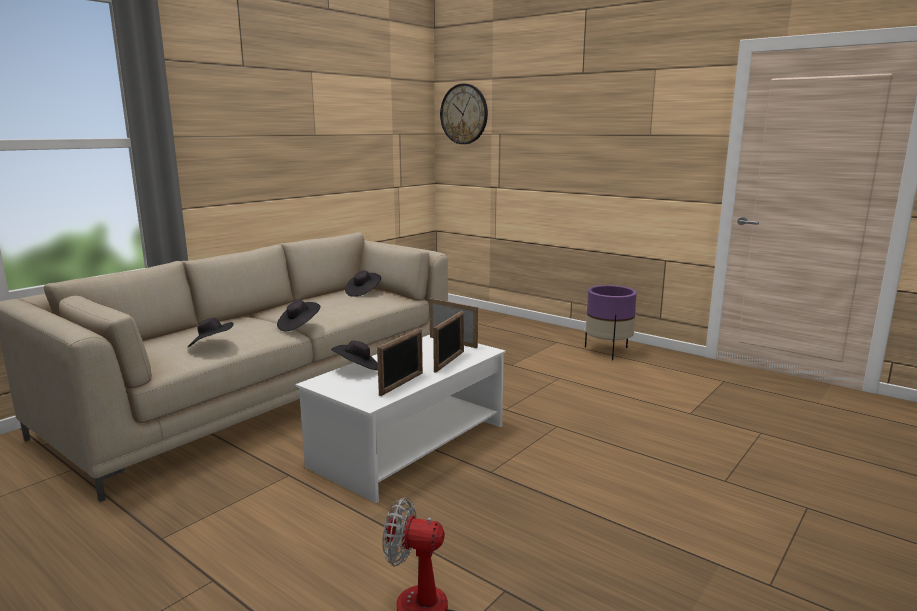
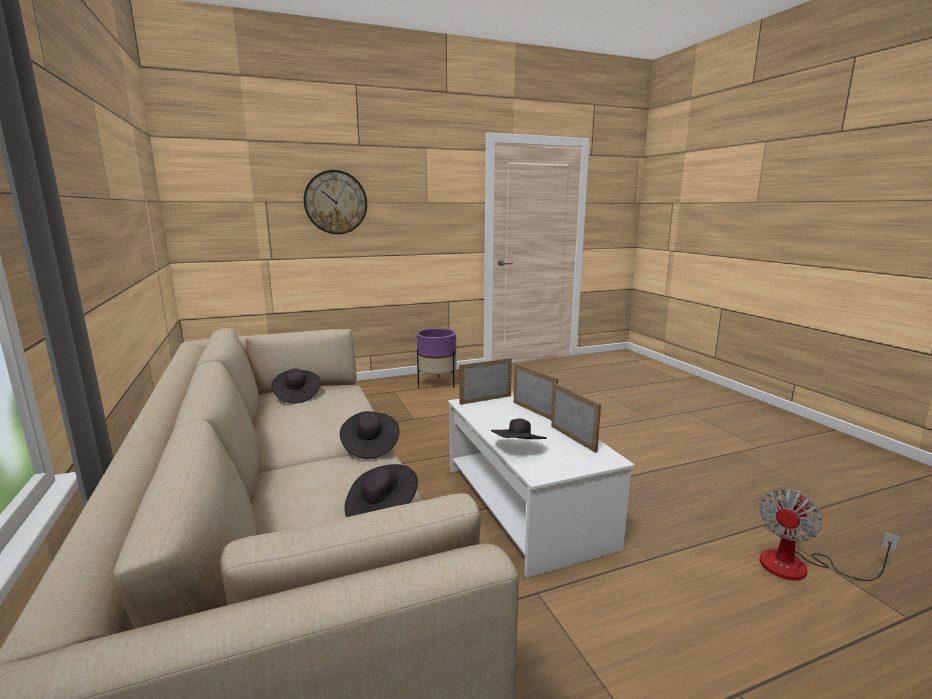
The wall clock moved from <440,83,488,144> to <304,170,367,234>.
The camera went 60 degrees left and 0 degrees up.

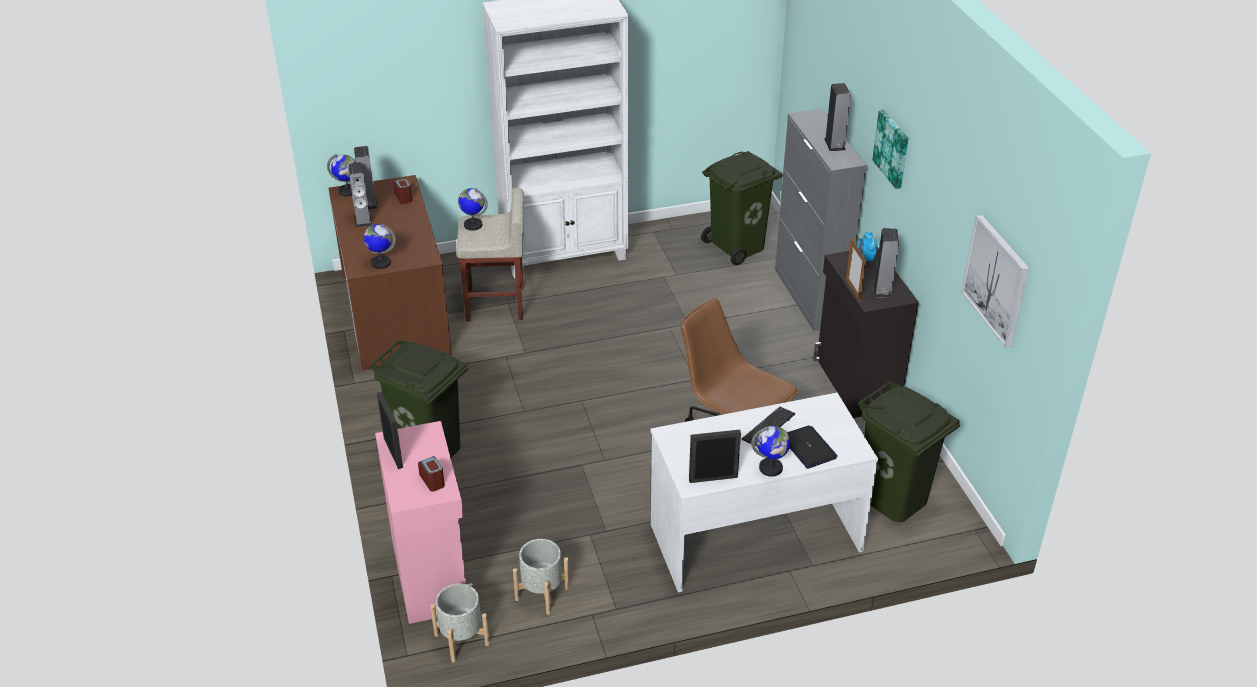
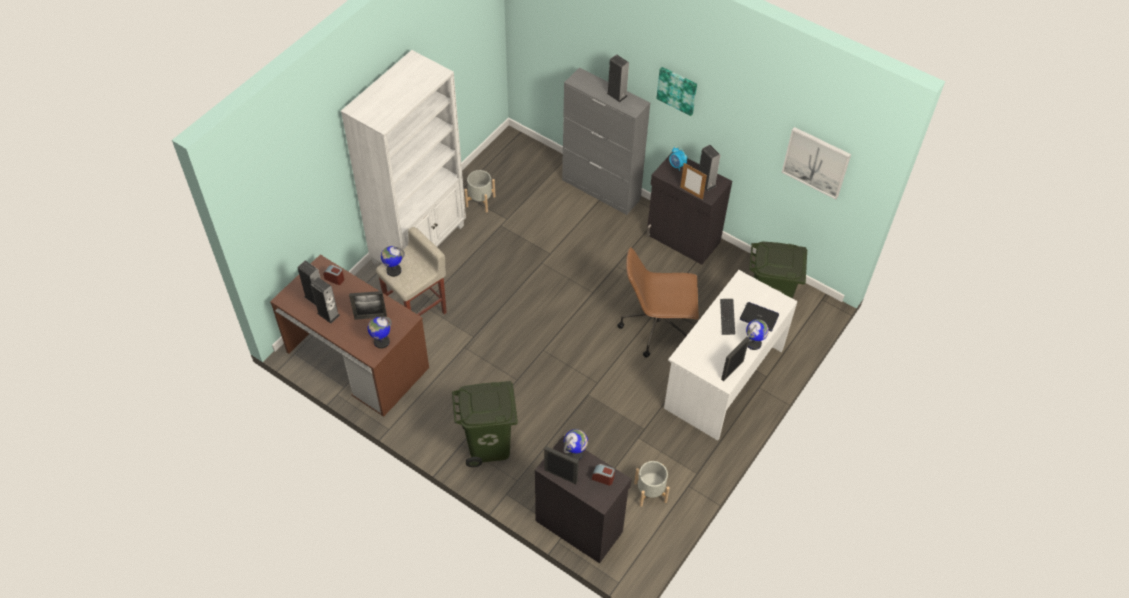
The rubbish bin (greenish) at <701,151,783,265> disappeared.
The photo frame at <349,291,387,320> appeared.
The desk globe moved from <327,154,356,196> to <564,429,588,460>.
The flower pot (greyish) moved from <430,584,490,662> to <465,170,496,213>.
The cupboard (pink) at <375,421,473,624> became the cupboard (black) at <535,436,631,564>.
The camera went 40 degrees left and 15 degrees up.

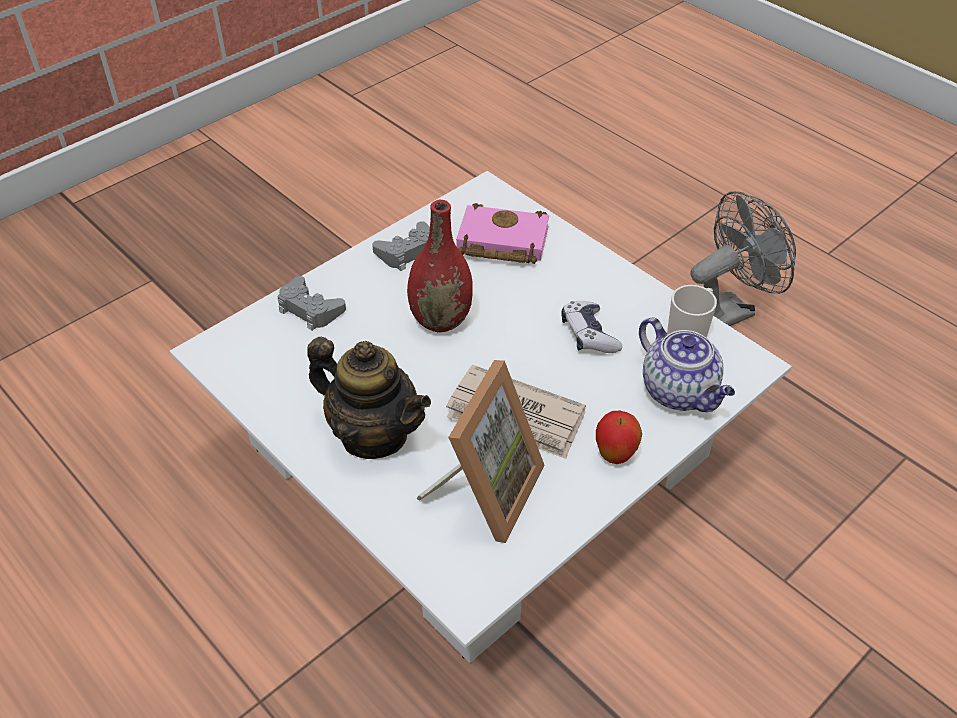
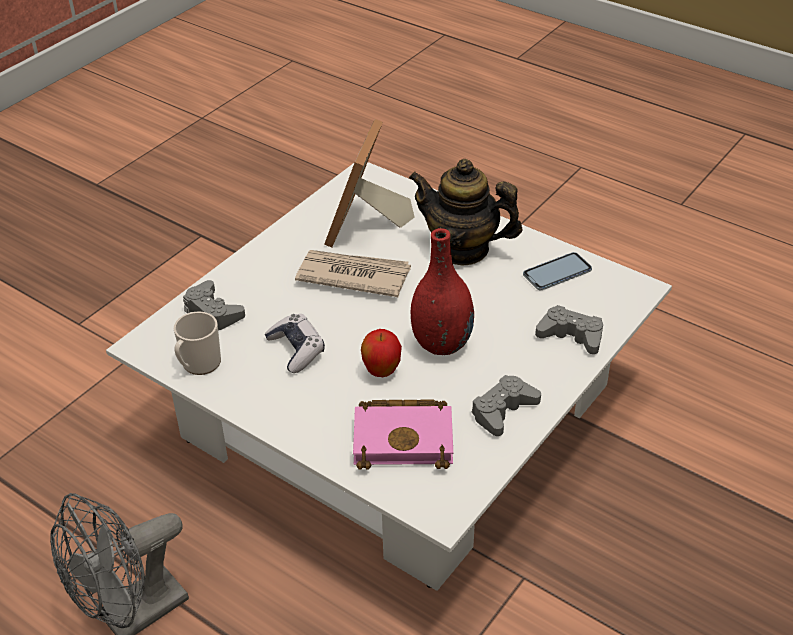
The phone at <523,252,592,290> appeared.
The apple moved from <596,411,642,464> to <361,329,402,377>.
The tea pot at <639,317,735,412> was replaced by the joypad (greyish) at <183,280,245,330>.
The camera went 170 degrees right and 5 degrees down.

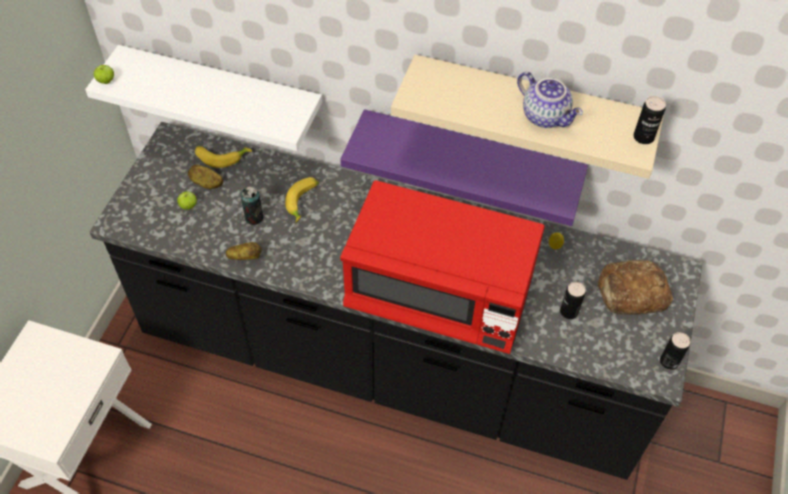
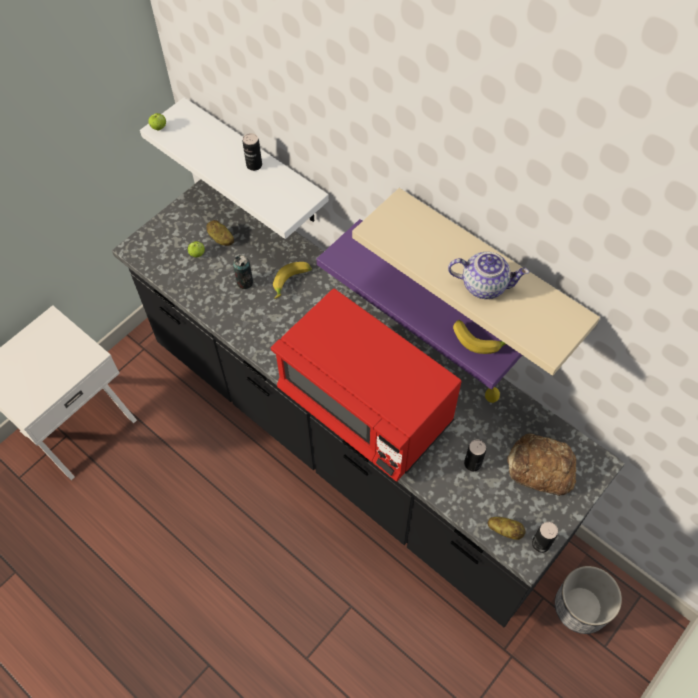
The flower pot at <555,566,622,634> appeared.
The whole banana moved from <195,146,252,168> to <453,320,506,354>.
The spud moved from <226,242,262,260> to <487,517,526,540>.
The metal can moved from <633,96,666,144> to <243,133,262,171>.
The tea pot at <517,72,583,128> turned 60 degrees counterclockwise.
The camera went 25 degrees right and 5 degrees up.

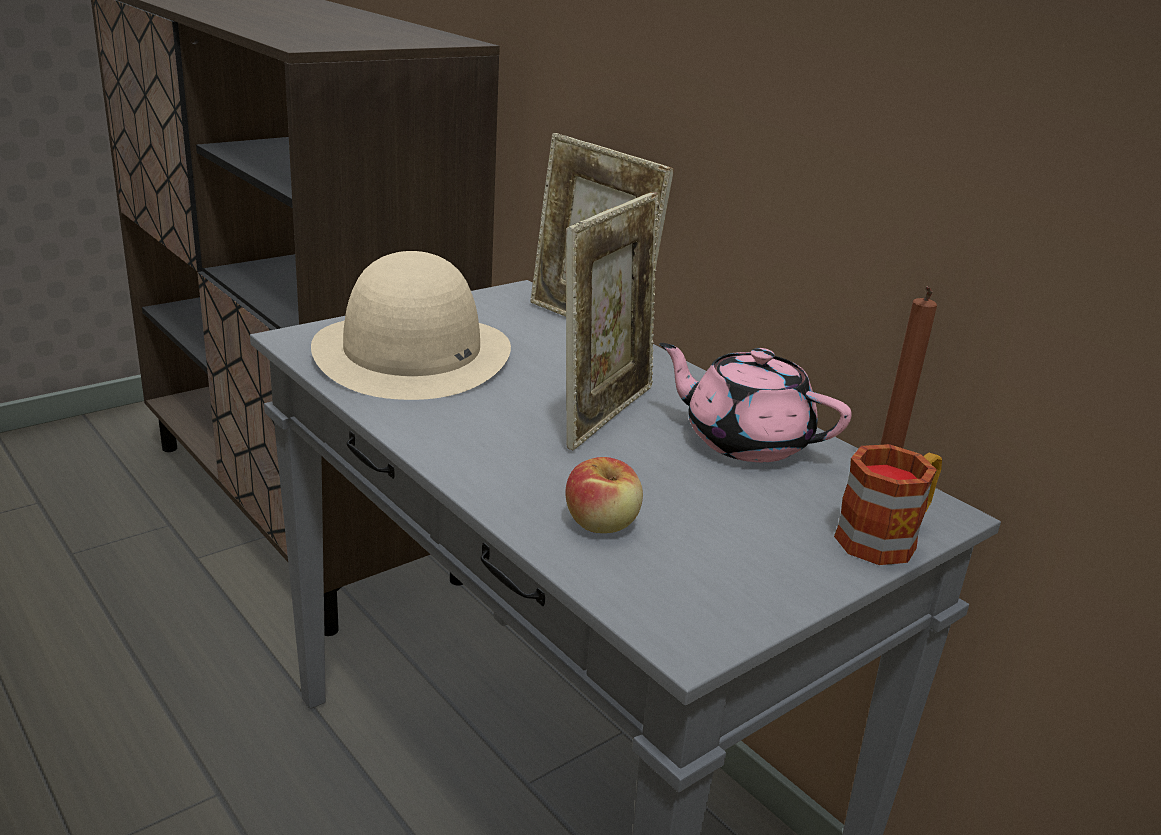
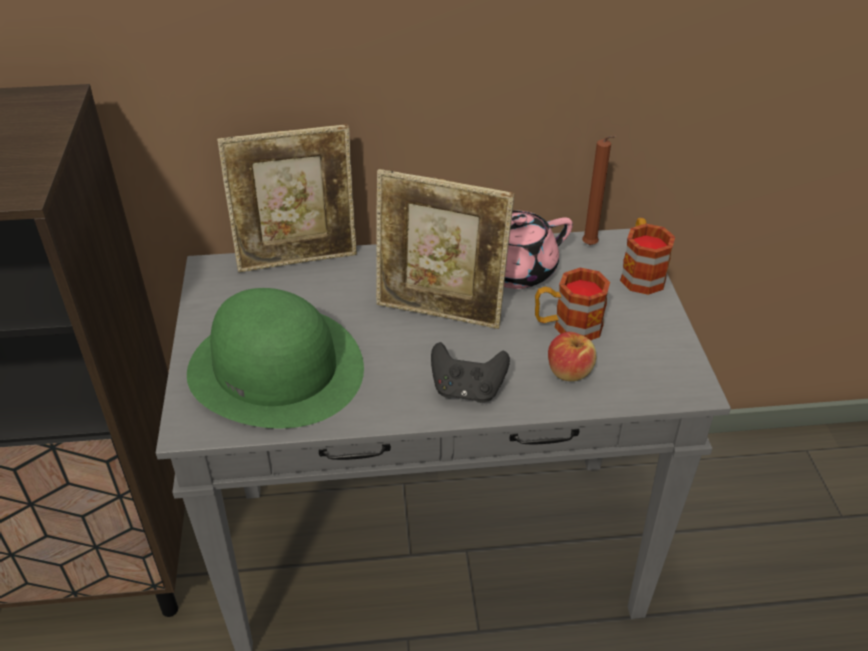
The joypad (black) at <431,342,510,403> appeared.
The tea mug at <535,268,610,340> appeared.
The wearable hat (beige-coloured) at <311,251,511,400> became the wearable hat (greenish) at <187,288,364,428>.
The photo frame at <566,192,659,450> turned 135 degrees clockwise.
The camera went 55 degrees left and 15 degrees up.

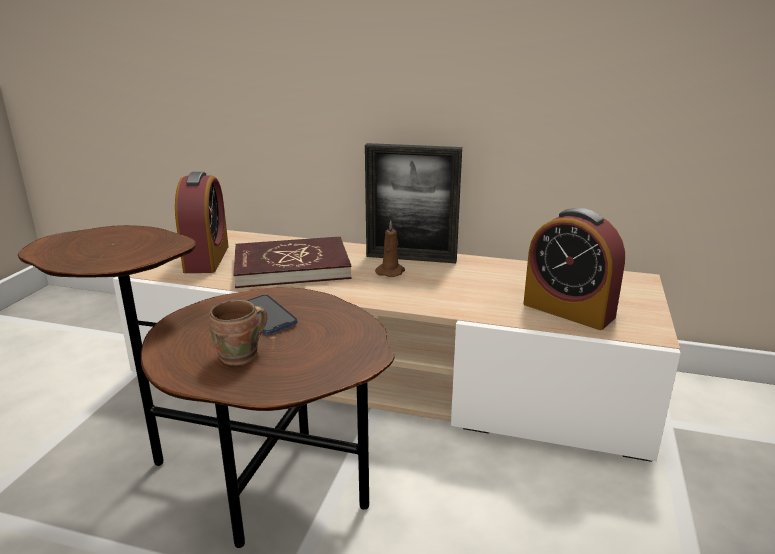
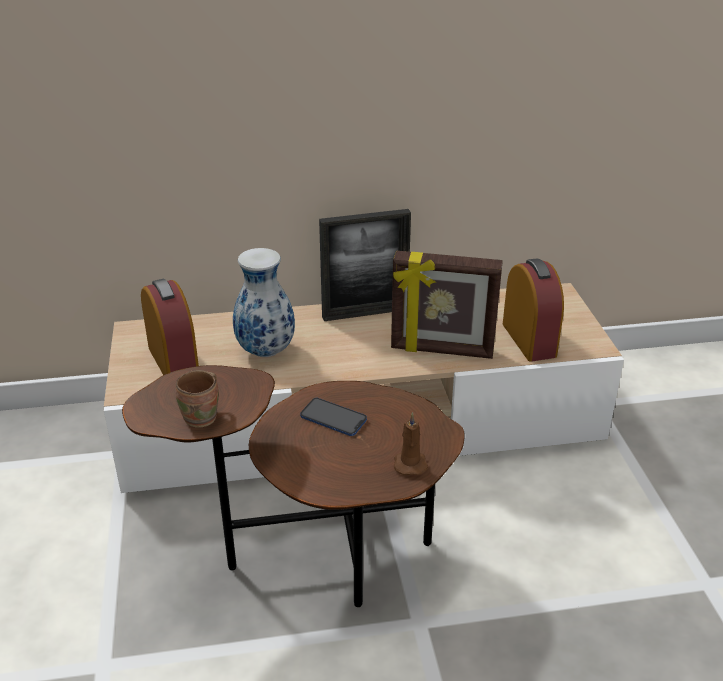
The photo frame at <391,251,503,359> appeared.
The tea mug (brown-coloured) moved from <209,300,267,366> to <175,370,219,428>.
The candle (brown-coloured) moved from <375,220,405,277> to <394,412,428,475>.
The book (red) at <234,237,352,288> was replaced by the flower vase at <233,248,295,357>.
The bedside clock at <524,208,625,330> turned 120 degrees counterclockwise.
The camera went 25 degrees left and 10 degrees up.

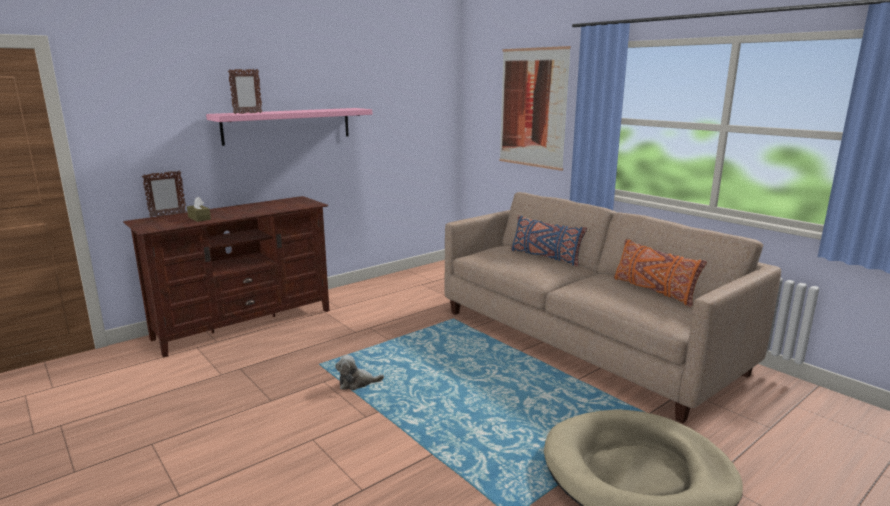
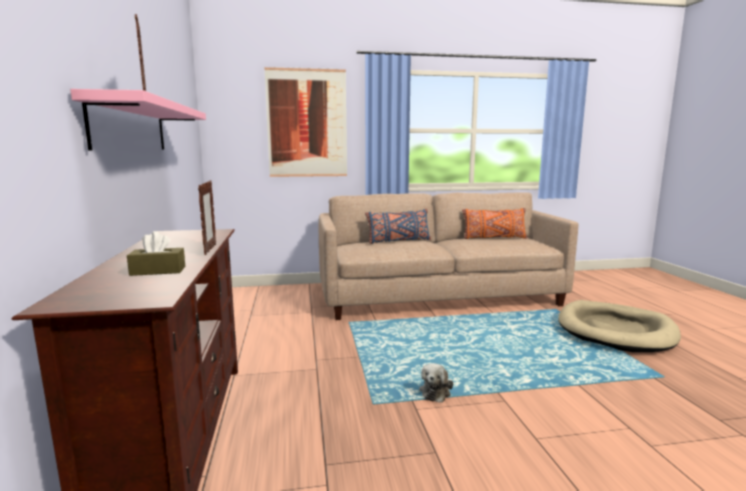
The photo frame moved from <142,170,186,218> to <198,180,216,255>.
The camera went 60 degrees left and 5 degrees down.

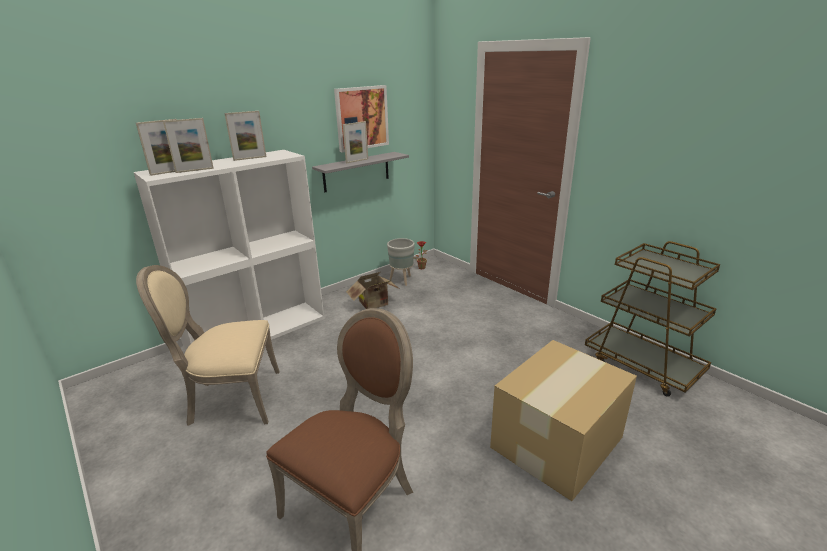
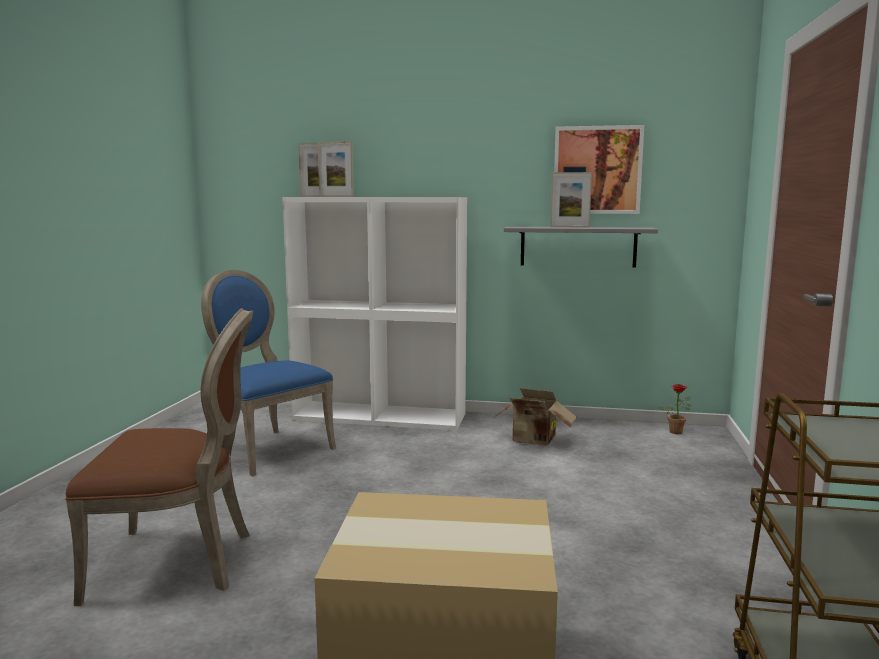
The photo frame at <224,111,266,161> disappeared.
The flower pot (greyish) at <387,238,415,286> disappeared.
The chair (beige-coloured) at <136,265,280,426> became the chair (bluish) at <201,270,336,476>.
The camera went 50 degrees right and 15 degrees down.

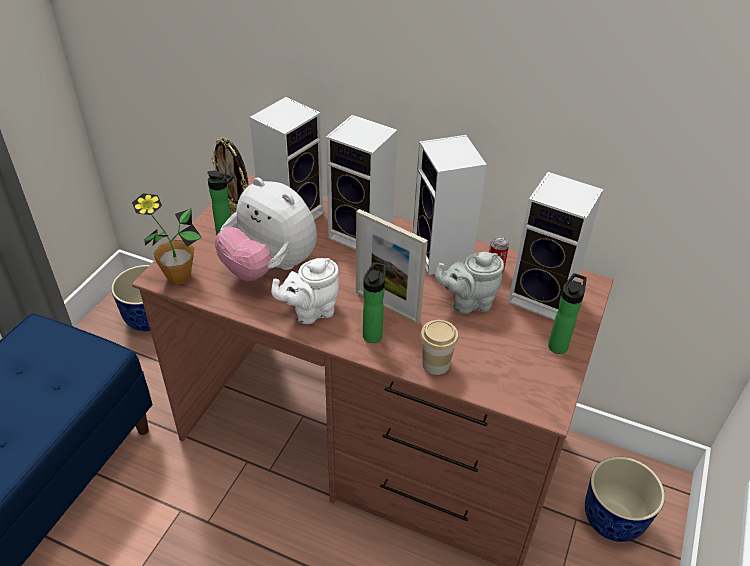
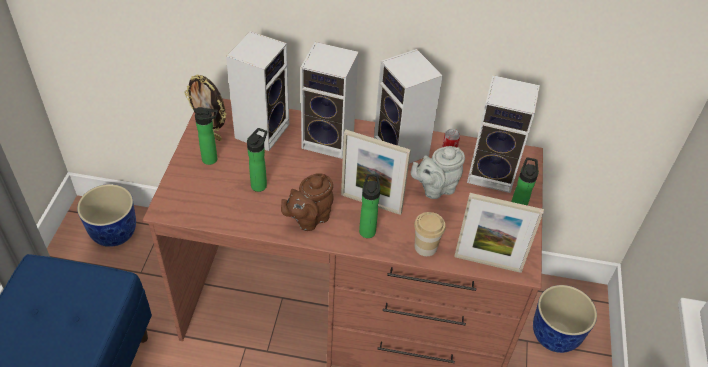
The potted plant at <132,193,202,285> disappeared.
The photo frame at <454,193,544,273> appeared.
The soft toy at <215,177,317,281> was replaced by the bottle at <247,128,267,192>.
The tea pot (whitish) at <271,258,339,324> became the tea pot (brown-coloured) at <281,173,333,231>.
The camera went 15 degrees left and 5 degrees up.

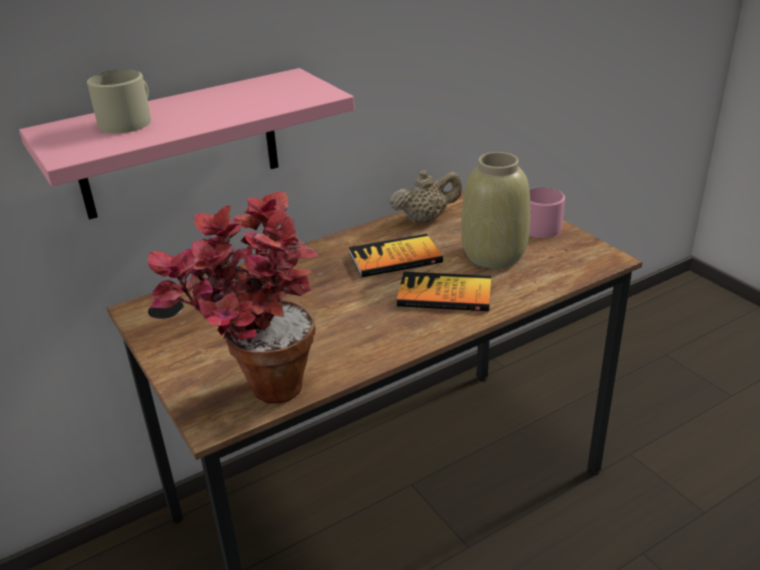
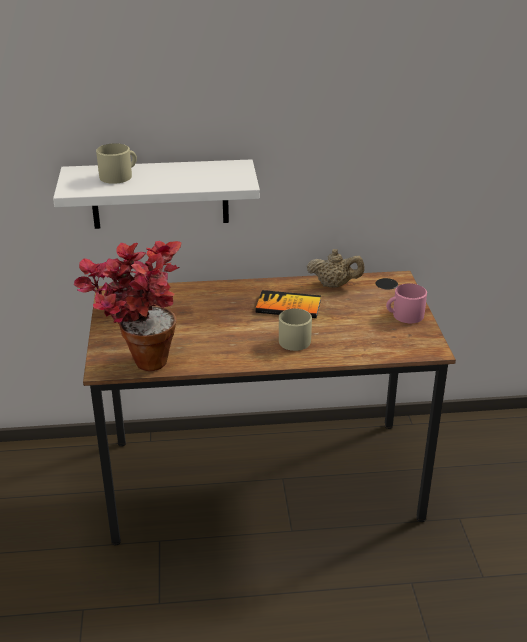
The flower vase (beige-coloured) at <461,152,530,268> disappeared.
The book at <397,272,491,311> was replaced by the tea mug (beige-coloured) at <279,308,312,351>.
The shelf (pink) at <19,68,354,220> became the shelf (whitish) at <53,159,260,229>.
The camera went 25 degrees right and 0 degrees up.

